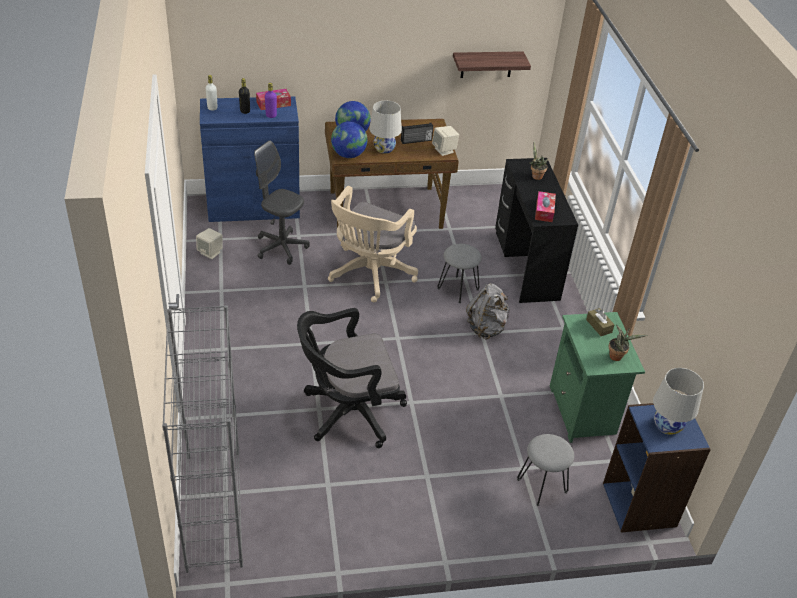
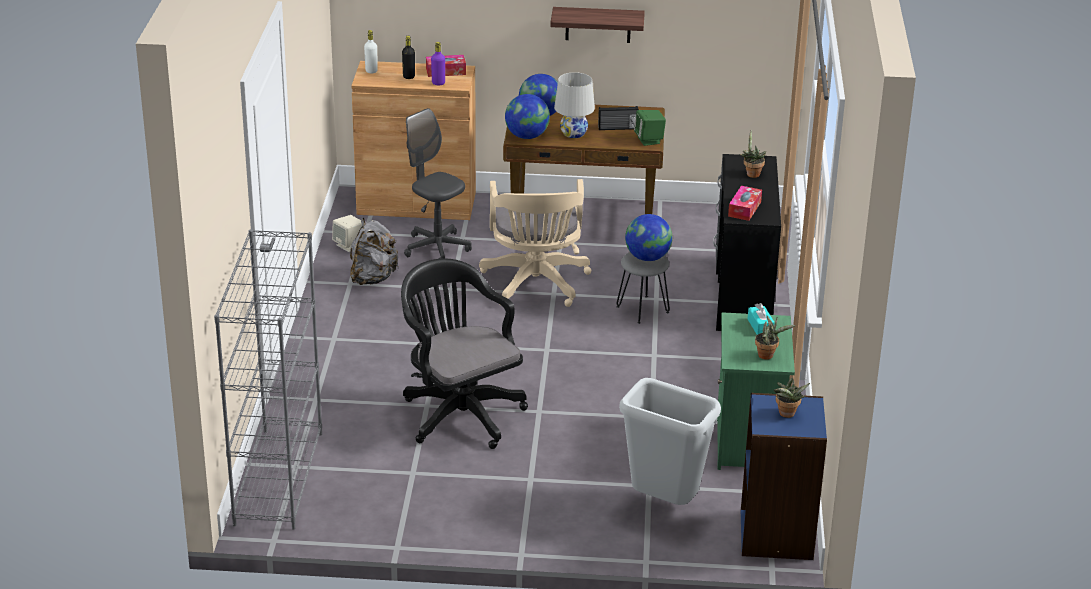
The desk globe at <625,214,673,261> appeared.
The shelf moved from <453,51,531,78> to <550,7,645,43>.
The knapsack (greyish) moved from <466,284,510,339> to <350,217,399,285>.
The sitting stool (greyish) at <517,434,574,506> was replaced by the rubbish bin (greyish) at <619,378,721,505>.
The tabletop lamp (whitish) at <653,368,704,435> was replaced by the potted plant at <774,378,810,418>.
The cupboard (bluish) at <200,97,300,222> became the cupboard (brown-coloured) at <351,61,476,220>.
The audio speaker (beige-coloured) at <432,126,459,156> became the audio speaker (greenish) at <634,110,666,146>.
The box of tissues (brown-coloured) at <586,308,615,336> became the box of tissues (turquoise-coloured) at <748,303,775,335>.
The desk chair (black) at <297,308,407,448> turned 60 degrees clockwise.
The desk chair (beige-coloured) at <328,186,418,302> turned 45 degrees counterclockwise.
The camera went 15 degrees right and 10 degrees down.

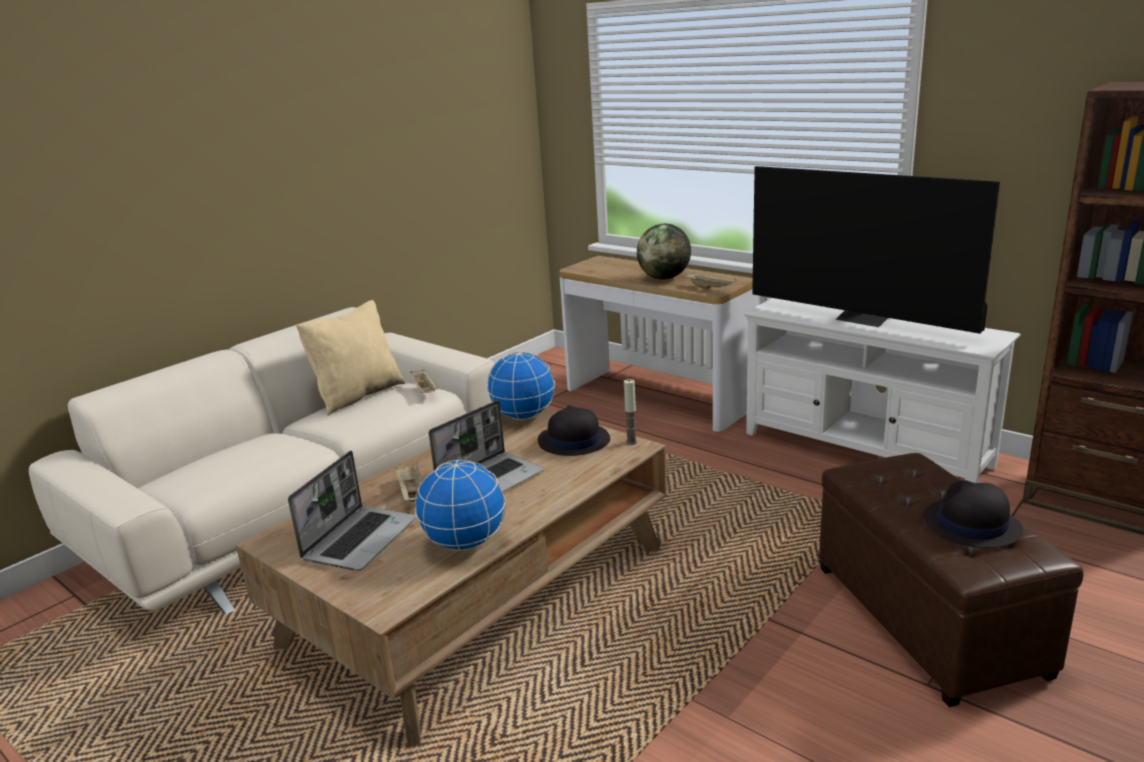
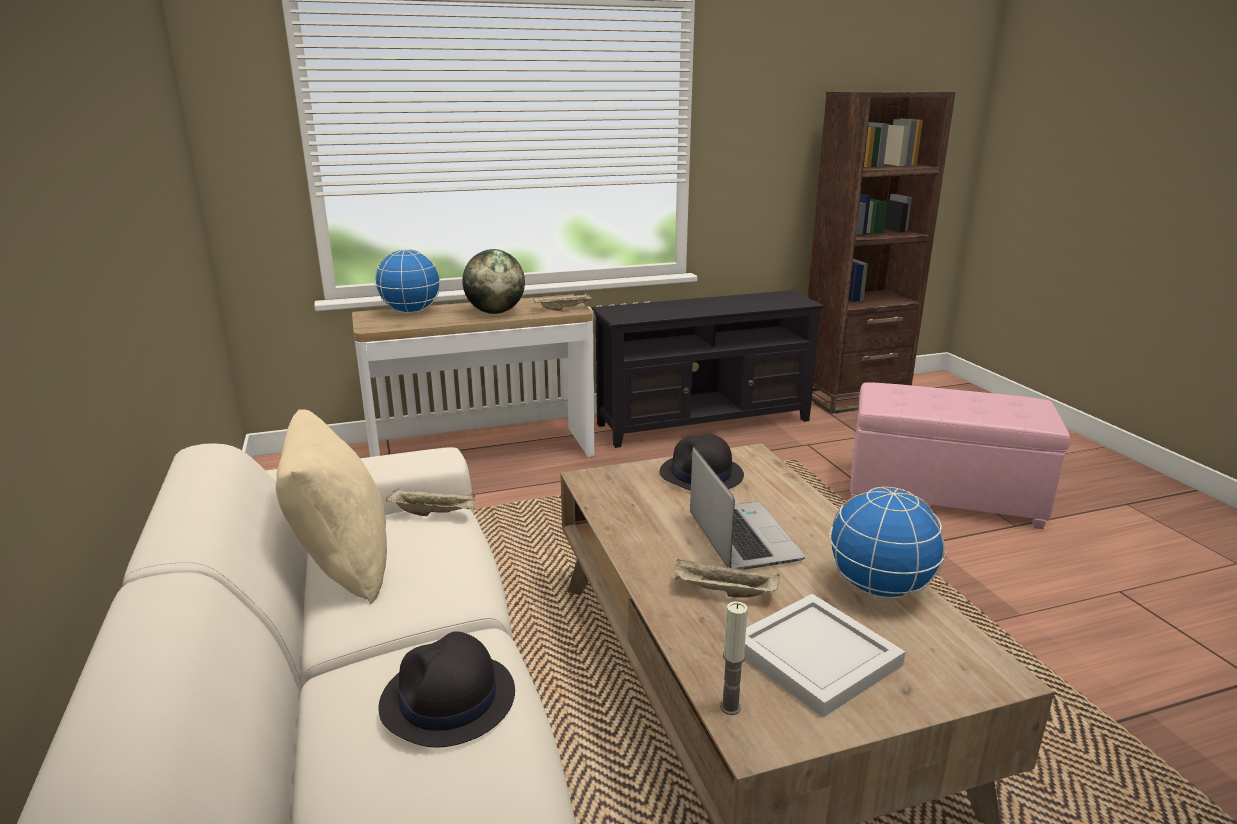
The TV at <752,166,1000,334> disappeared.
The desk globe moved from <487,352,555,420> to <375,249,440,313>.
The candle moved from <624,379,637,445> to <720,601,748,715>.
The wearable hat (black) moved from <923,480,1023,548> to <379,631,515,748>.
The portable computer at <288,451,416,571> was replaced by the serving tray (whitish) at <744,594,906,718>.
The media console (whitish) at <744,298,1020,483> became the media console (black) at <592,290,824,448>.
The footrest (brown-coloured) at <819,453,1083,707> became the footrest (pink) at <850,382,1070,529>.
The camera went 60 degrees left and 0 degrees up.

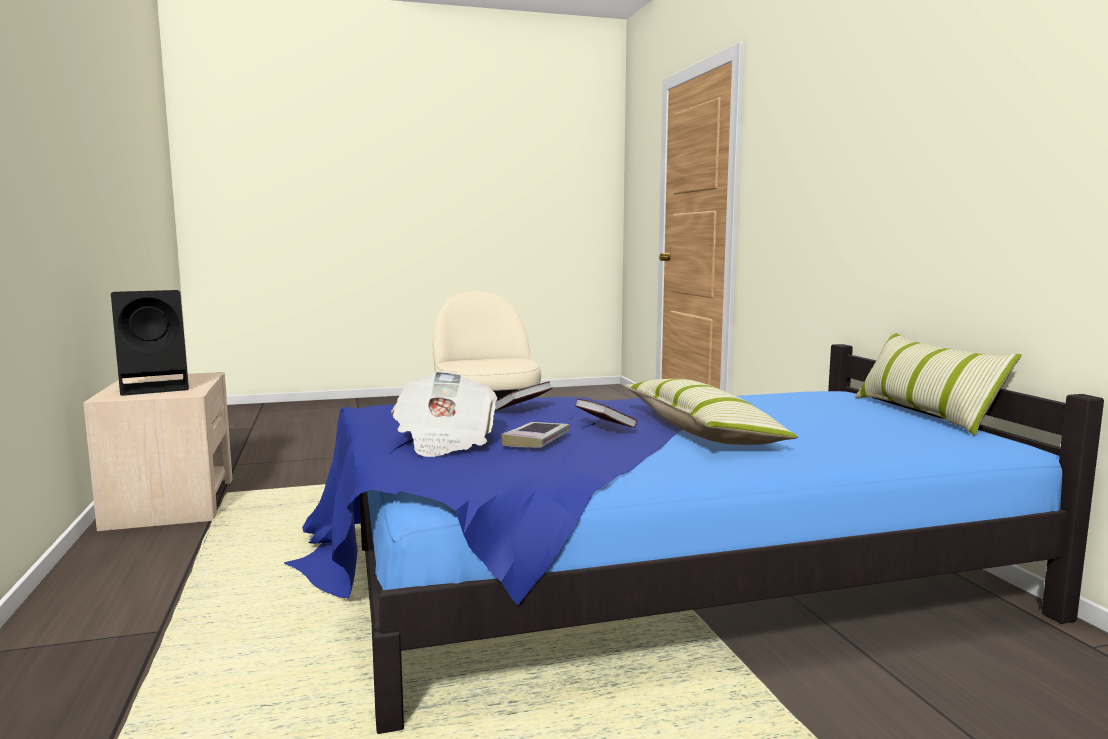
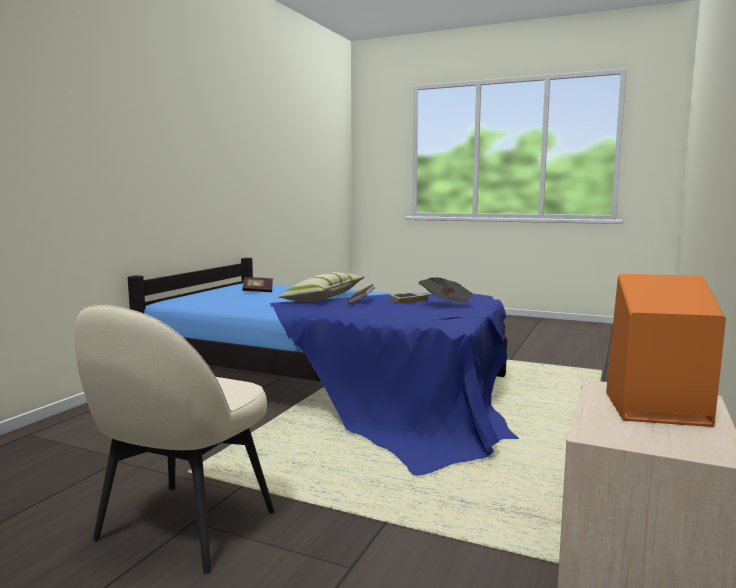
The pillow at <855,331,1022,436> disappeared.
The book moved from <495,381,552,411> to <242,277,273,292>.
The audio speaker (black) at <111,290,189,396> became the audio speaker (orange-coloured) at <606,274,726,427>.
The camera went 140 degrees left and 0 degrees up.

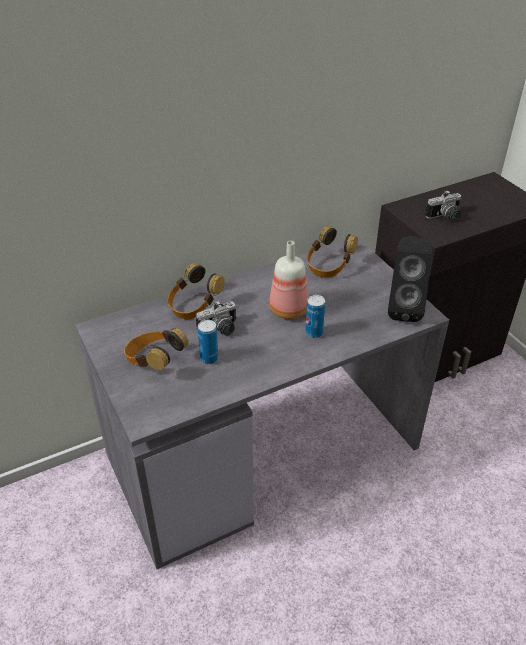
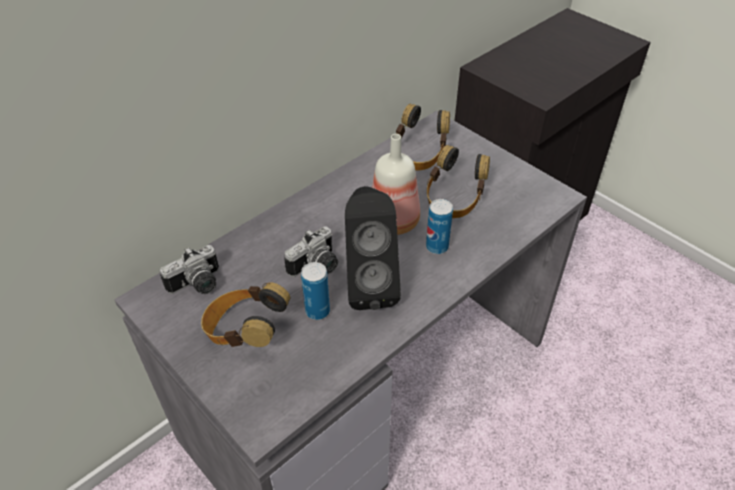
The pair of headphones moved from <167,263,225,319> to <427,145,490,218>.
The audio speaker (black) moved from <388,236,432,322> to <345,186,401,310>.
The photo camera moved from <425,190,461,221> to <160,245,219,294>.
The camera went 15 degrees left and 5 degrees up.

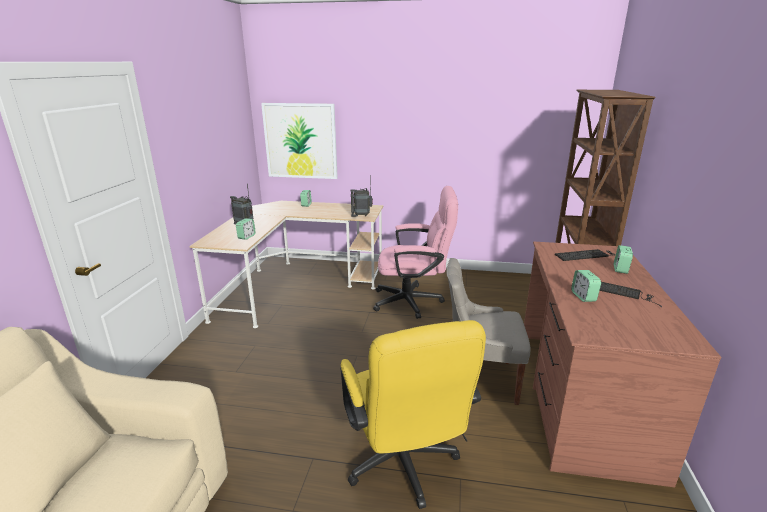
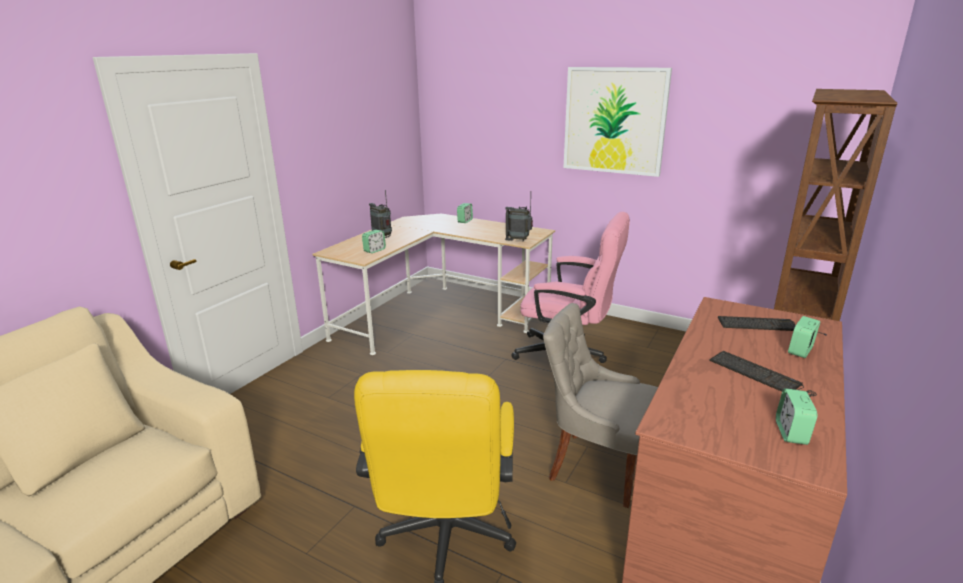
The picture moved from <261,103,338,179> to <563,67,672,177>.
The bedside clock moved from <571,270,601,302> to <776,388,817,445>.
The camera went 20 degrees right and 0 degrees up.

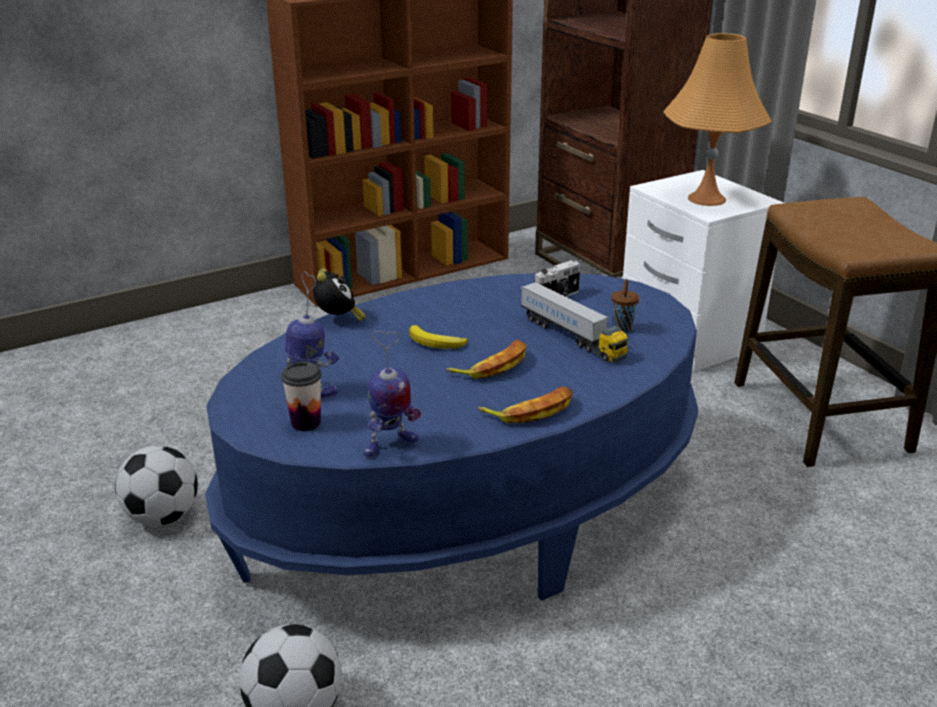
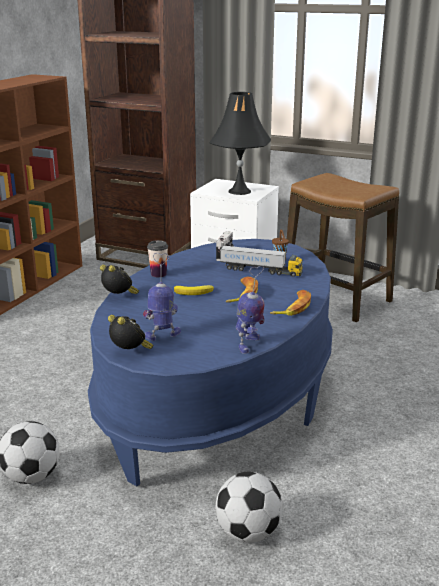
The bedside clock at <108,315,153,349> appeared.
The drinking cup moved from <281,362,322,431> to <147,240,168,277>.
The tabletop lamp (orange-coloured) at <663,33,772,206> became the tabletop lamp (black) at <209,92,271,195>.
The camera went 35 degrees left and 5 degrees down.

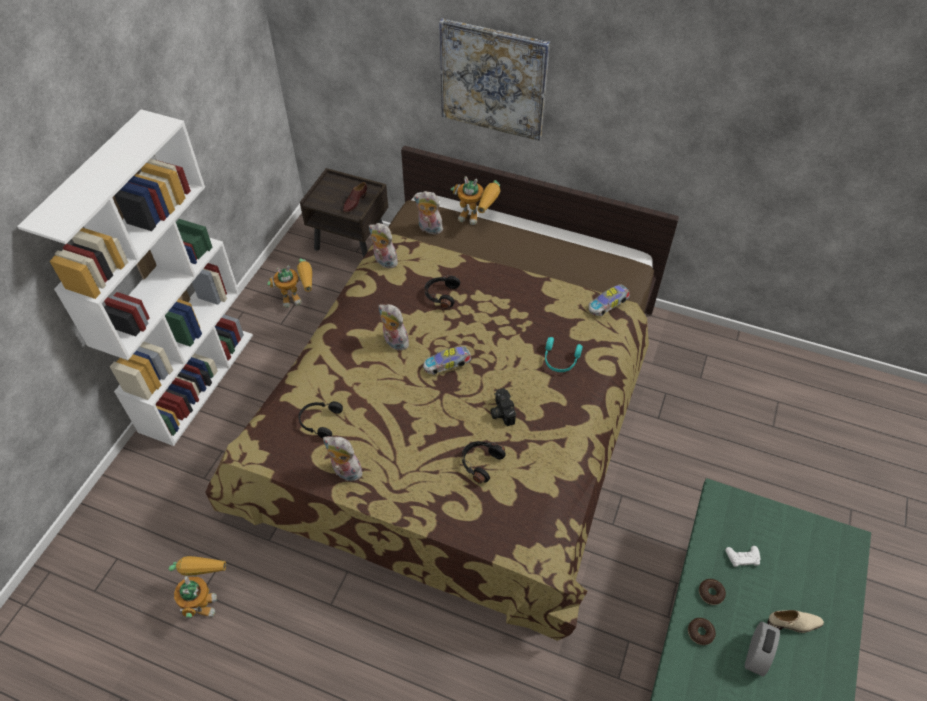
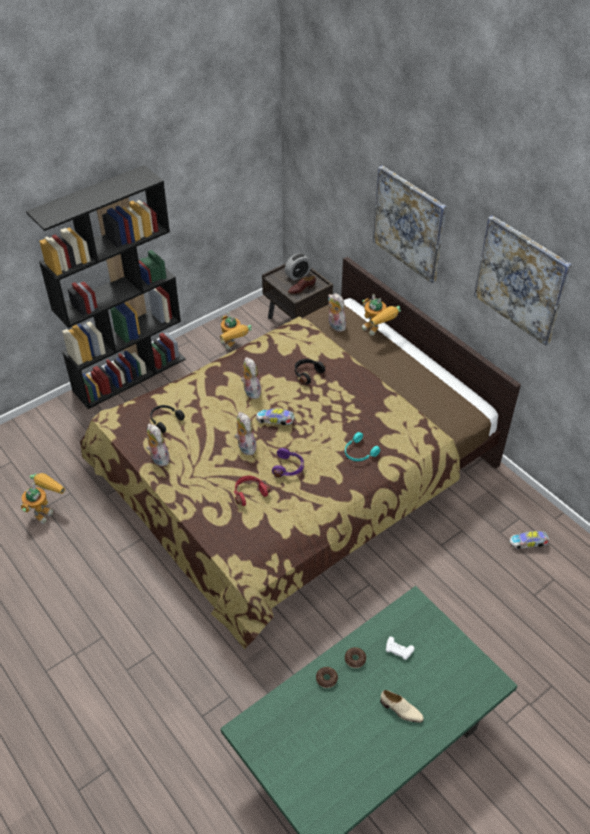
The picture at <474,215,572,346> appeared.
The soft toy moved from <369,223,399,268> to <235,412,256,455>.
The miniature car moved from <588,285,630,316> to <509,531,549,549>.
The bedside clock moved from <745,622,780,677> to <285,253,312,280>.
The photo camera at <491,388,516,426> was replaced by the pair of headphones (purplish) at <272,447,304,478>.
The bookcase (whitish) at <17,109,253,446> became the bookcase (black) at <26,165,186,409>.
The pair of headphones (black) at <462,441,506,484> became the pair of headphones (red) at <234,476,270,506>.
The robot figure at <267,259,312,308> turned 45 degrees clockwise.
The camera went 30 degrees right and 5 degrees down.

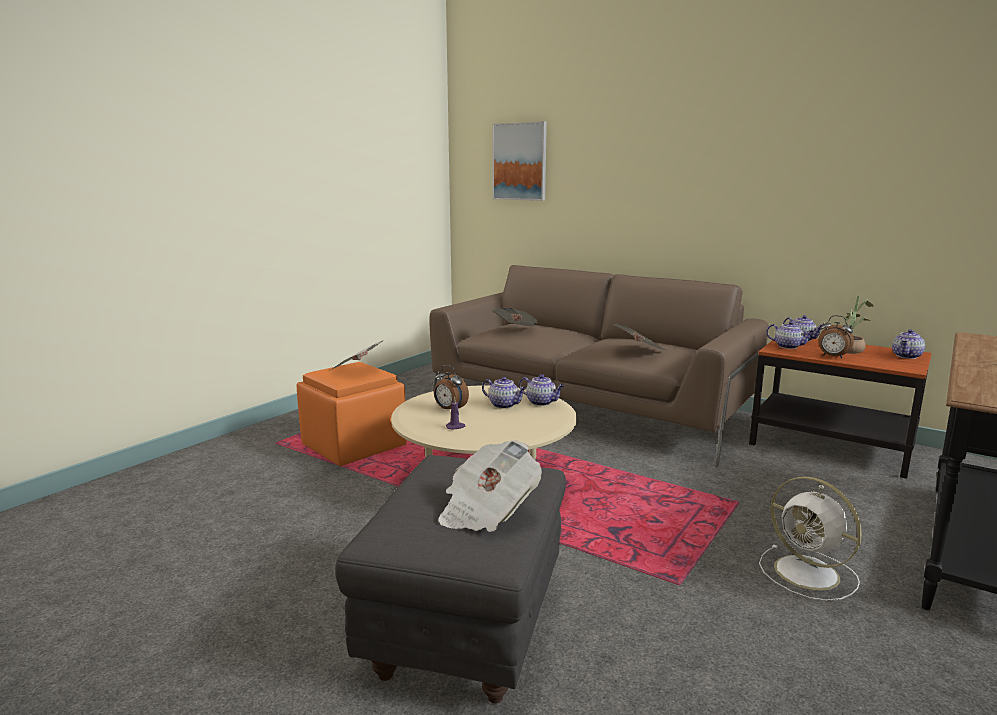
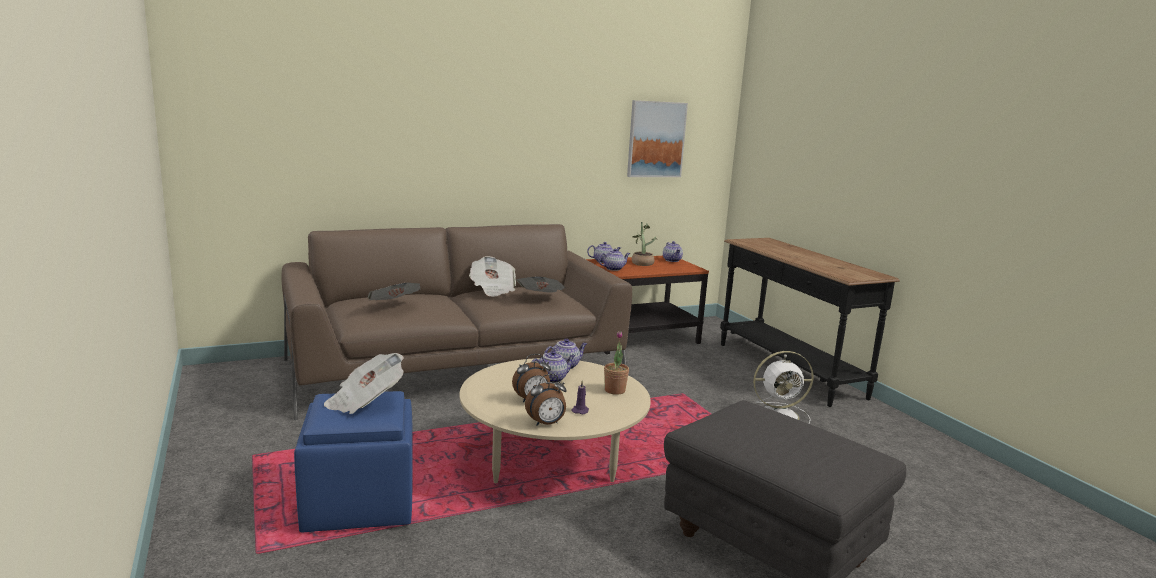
The potted plant at <604,331,629,395> appeared.
The daily paper moved from <438,440,542,532> to <469,256,516,297>.
The picture moved from <492,121,547,201> to <627,100,688,177>.
The bedside clock moved from <818,315,854,359> to <525,374,567,426>.
The footrest (orange-coloured) at <297,362,406,466> became the footrest (bluish) at <294,391,413,532>.
The camera went 60 degrees left and 0 degrees up.

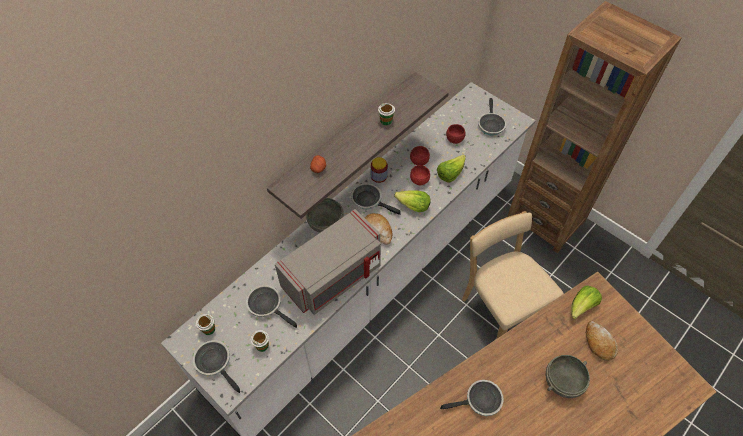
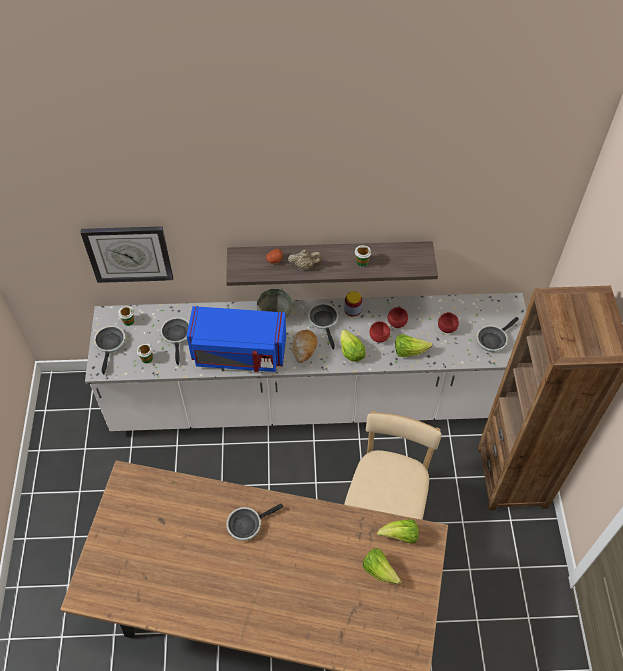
The deep dish (greyish) at <546,355,590,398> disappeared.
The wall clock at <80,226,173,283> appeared.
The tea pot (beige-coloured) at <288,249,322,269> appeared.
The bread at <586,321,618,361> was replaced by the lettuce at <363,548,401,584>.
The microwave oven (greyish) at <275,209,381,315> became the microwave oven (bluish) at <187,306,286,372>.
The frying pan at <440,380,504,416> turned 120 degrees clockwise.
The camera went 45 degrees right and 0 degrees up.

